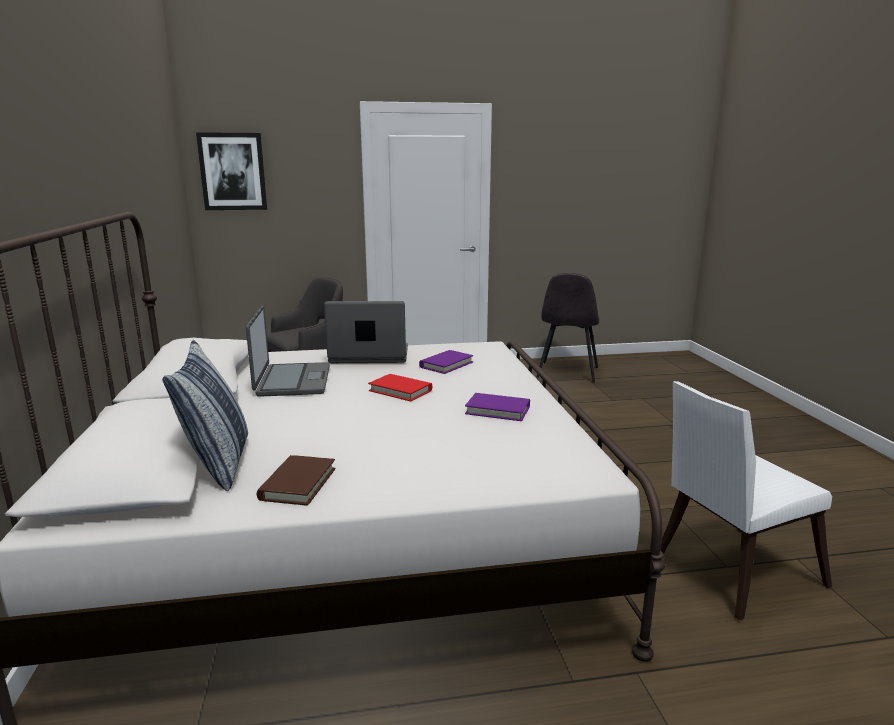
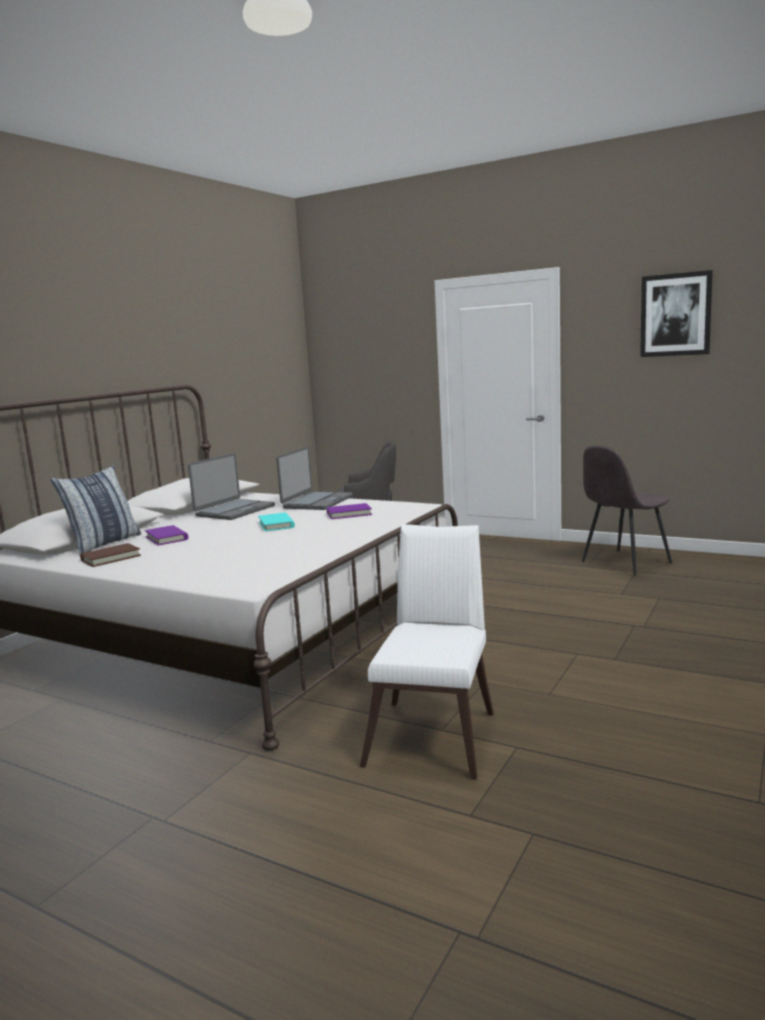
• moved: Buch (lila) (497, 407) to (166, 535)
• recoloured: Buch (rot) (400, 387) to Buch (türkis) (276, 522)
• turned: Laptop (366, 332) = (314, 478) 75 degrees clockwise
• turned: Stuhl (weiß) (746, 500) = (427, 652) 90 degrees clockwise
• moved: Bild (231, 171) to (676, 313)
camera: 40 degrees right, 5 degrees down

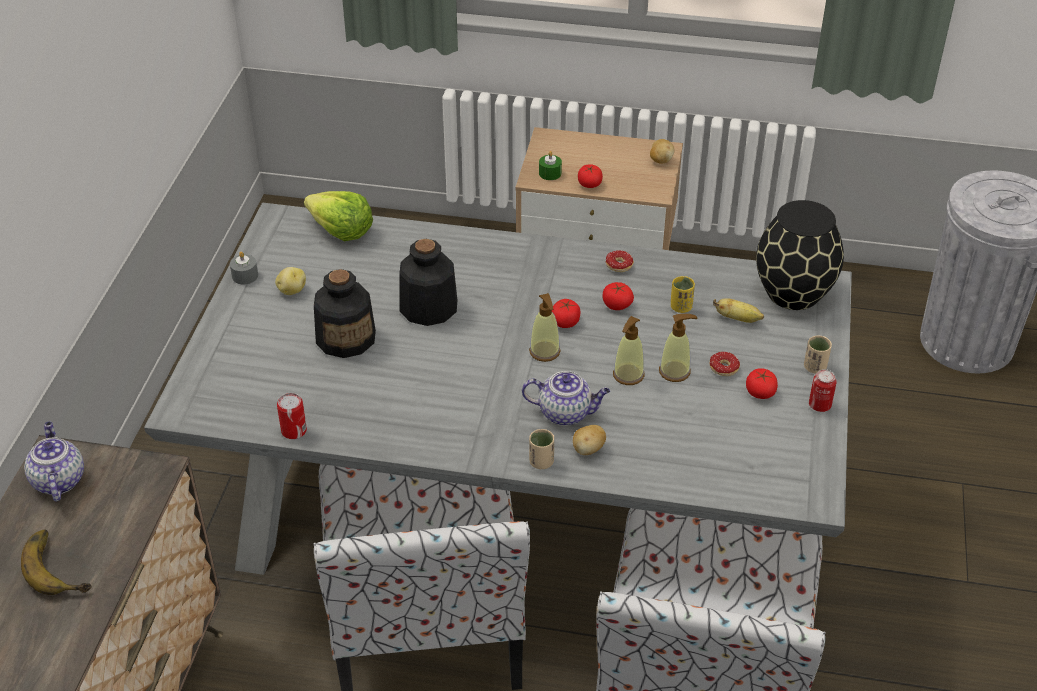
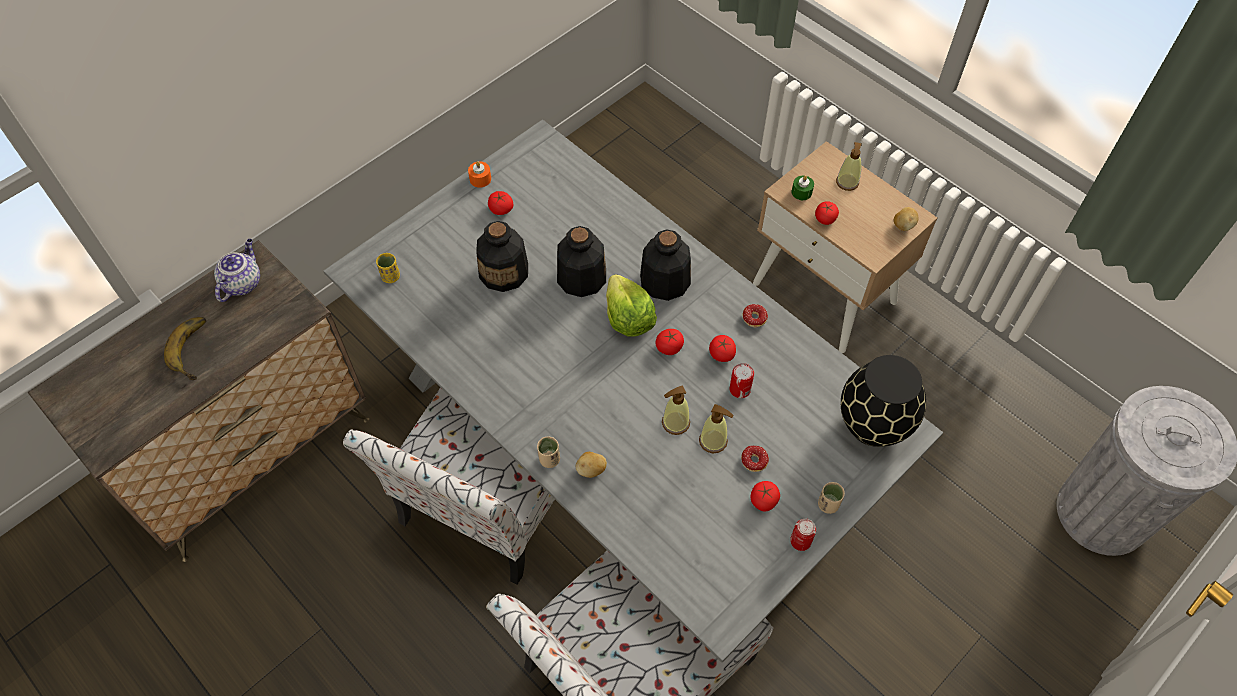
• moved: Tasse (gelb) (683, 294) to (388, 268)
• recoloured: Kerze (grau) (244, 268) to Kerze (orange) (479, 174)
• replaced: Kartoffel (290, 281) to Tomate (500, 203)
• moved: Salatkopf (338, 216) to (631, 305)
• added: Flasche (665, 265)
• moved: Dose (292, 416) to (741, 380)
• moved: Seifenspender (545, 327) to (849, 166)
• removed: Teekanne (566, 398)
• removed: Banane (738, 310)
camera: 35 degrees right, 15 degrees up

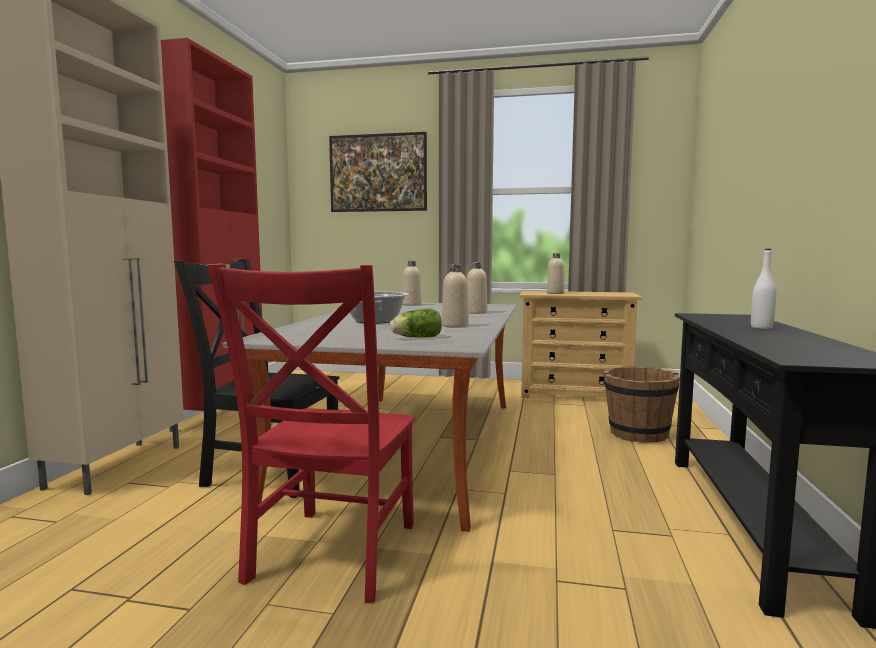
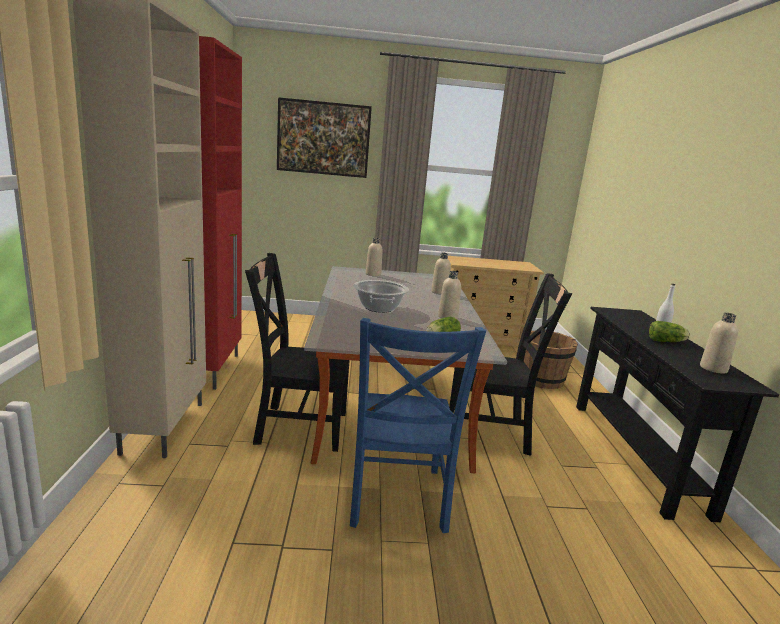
• recoloured: Stuhl (rot) (311, 433) to Stuhl (blau) (418, 425)
• added: Stuhl (schwarz) (510, 365)
• added: Salatkopf (669, 331)
• moved: Flasche (beige) (555, 273) to (719, 343)
camera: 15 degrees left, 10 degrees up

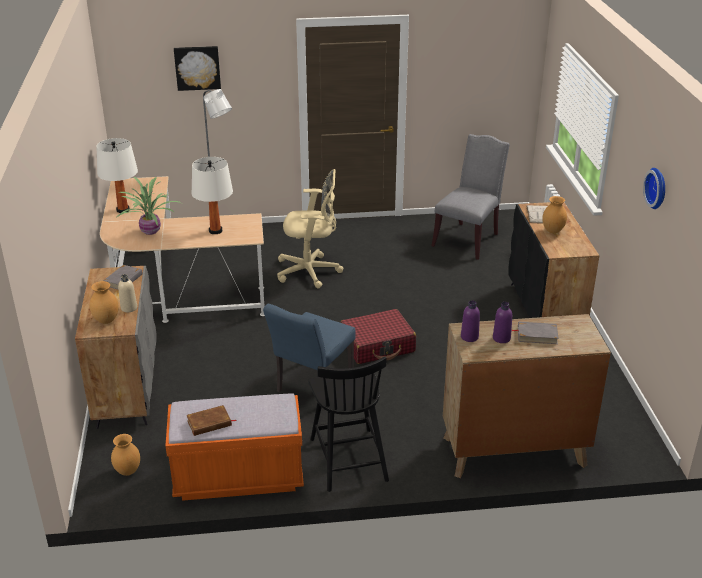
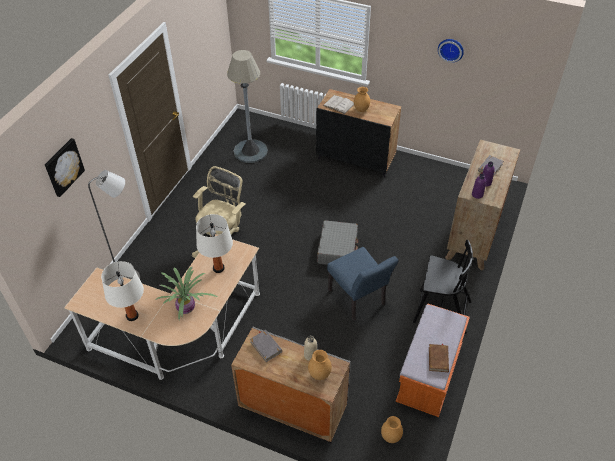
• replaced: Stuhl (grau) (470, 197) to Stehlampe (grau) (247, 106)
• recoloured: Koffer (rot) (378, 336) to Koffer (grau) (337, 242)
camera: 60 degrees left, 15 degrees up

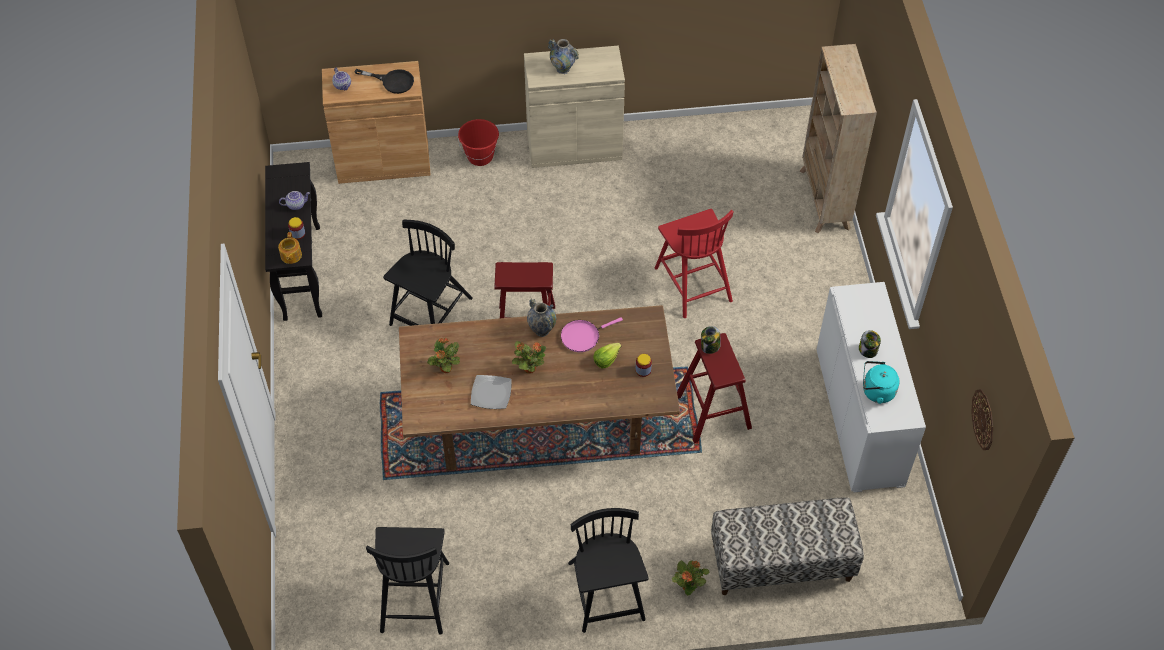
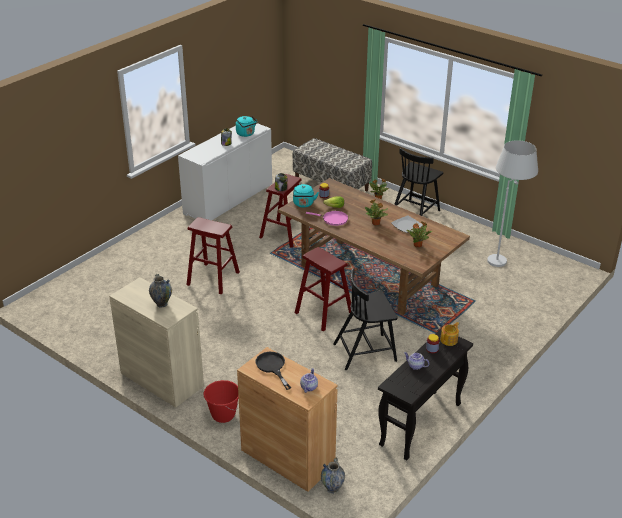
• replaced: Stuhl (rot) (694, 263) to Hocker (rot) (213, 255)
• added: Wasserkessel (türkis) (306, 195)
• moved: Vase (541, 318) to (333, 475)
• replaced: Stuhl (schwarz) (407, 580) to Stehlampe (weiß) (512, 203)
• removed: Bücherregal (beige) (838, 138)
• removed: Wanduhr (982, 419)
camera: 135 degrees left, 20 degrees down

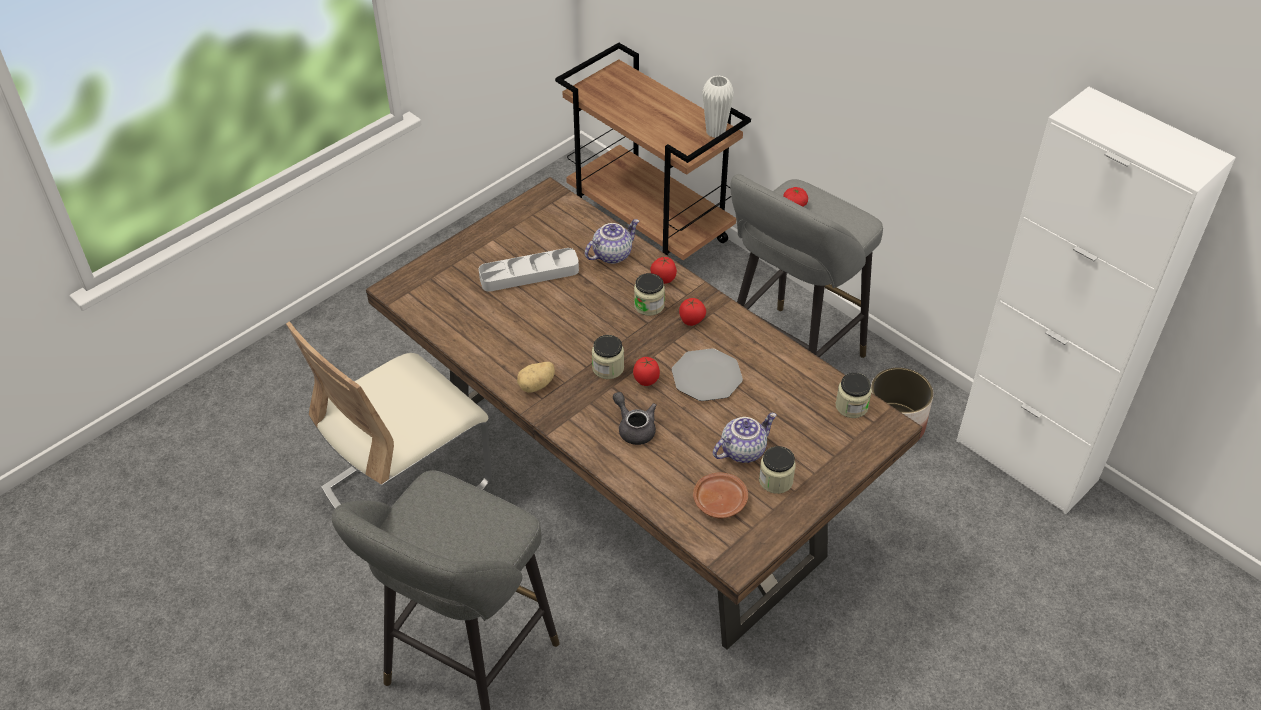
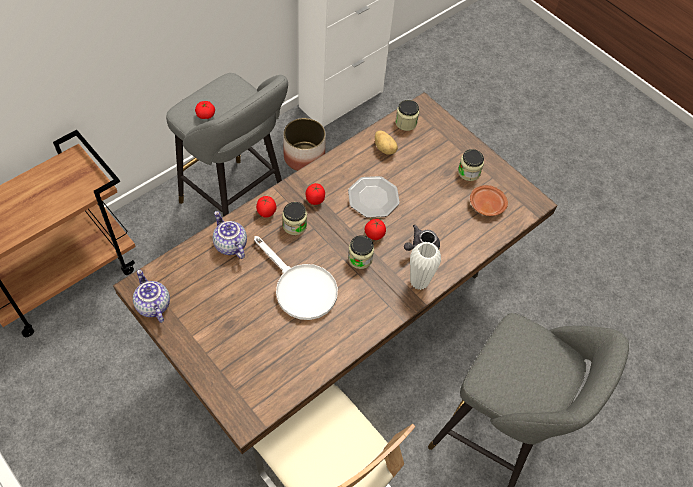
• moved: Teekanne (745, 438) to (151, 296)
• added: Pfanne (weiß) (296, 278)
• moved: Kartoffel (536, 377) to (386, 143)
• moved: Vase (weiß) (718, 106) to (425, 266)
• removed: Tablett (grau) (529, 270)
camera: 90 degrees left, 10 degrees up

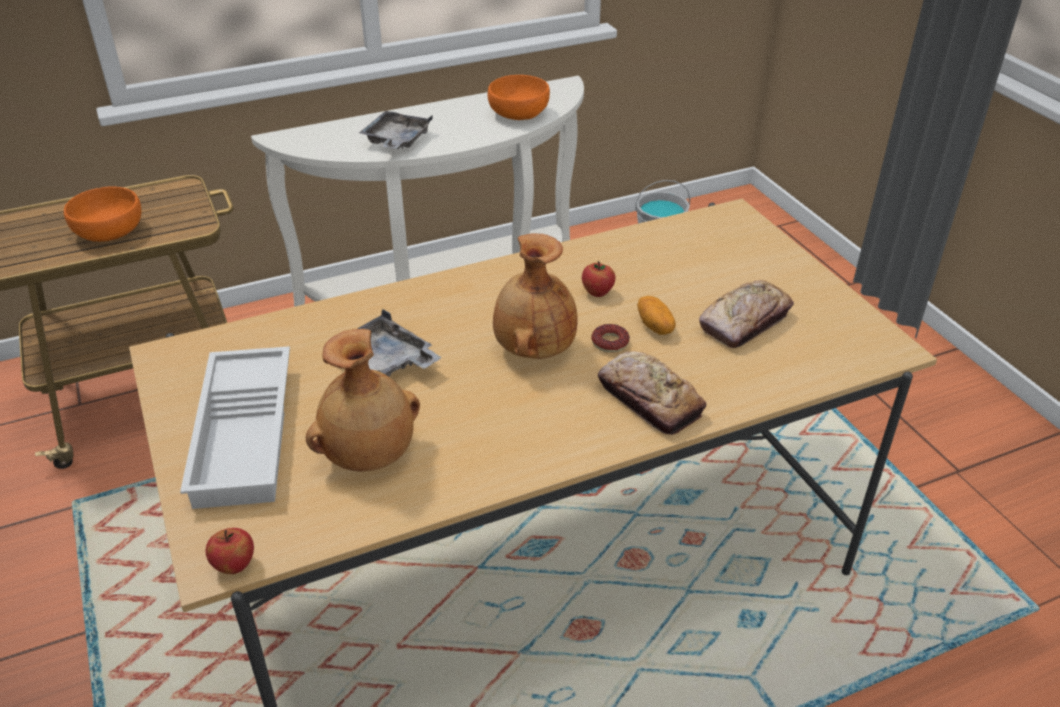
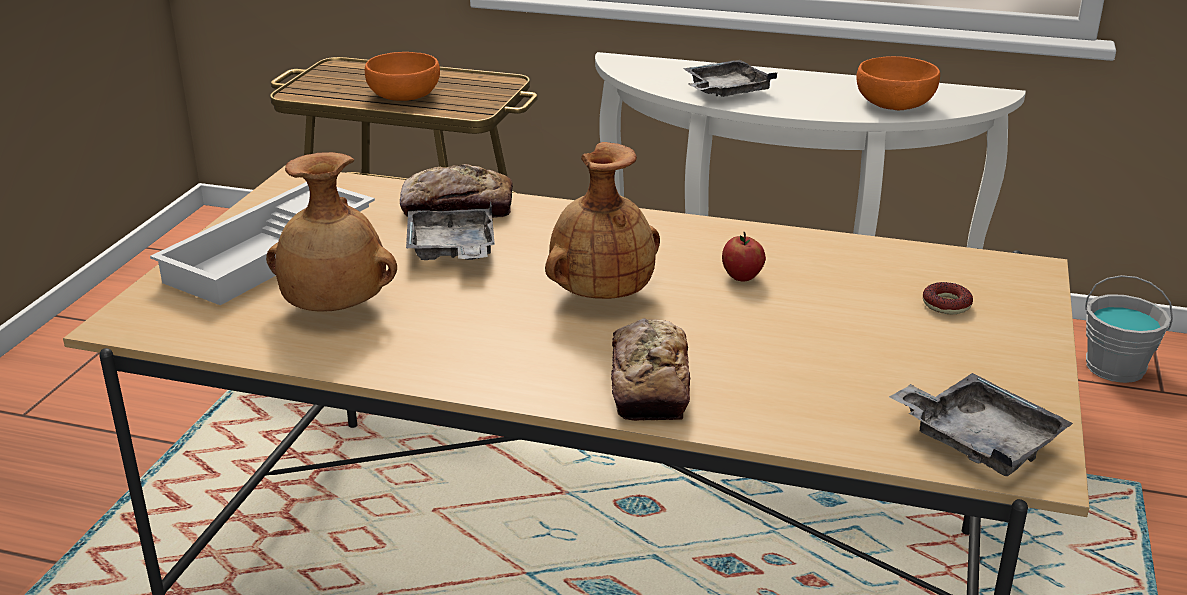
• moved: Brot (746, 314) to (456, 191)
• added: Tablett (grau) (981, 424)
• moved: Donut (611, 338) to (948, 298)
• removed: Apfel (230, 551)
• removed: Kartoffel (656, 315)
camera: 40 degrees right, 10 degrees down

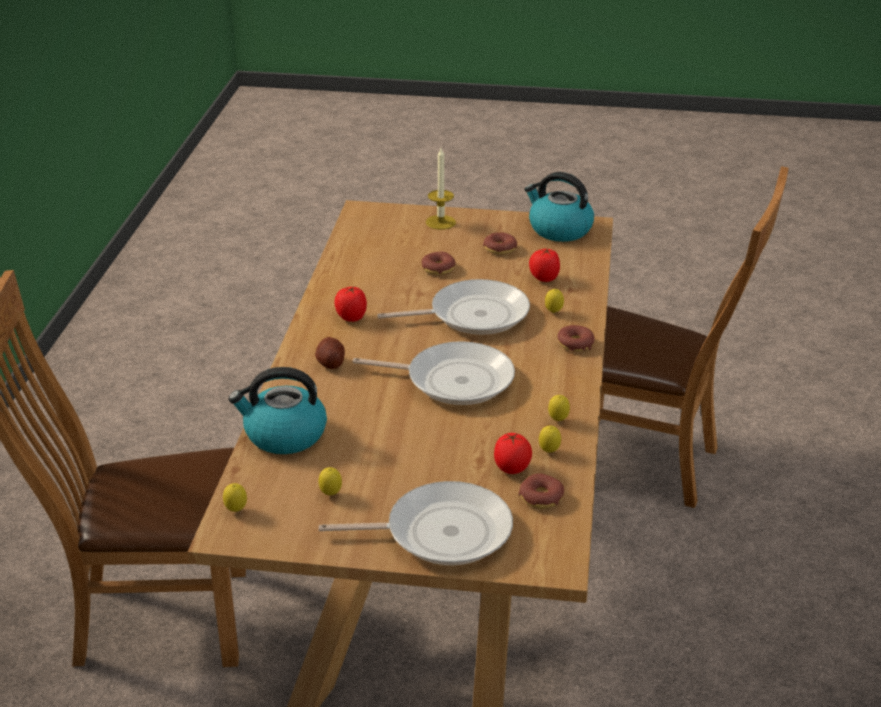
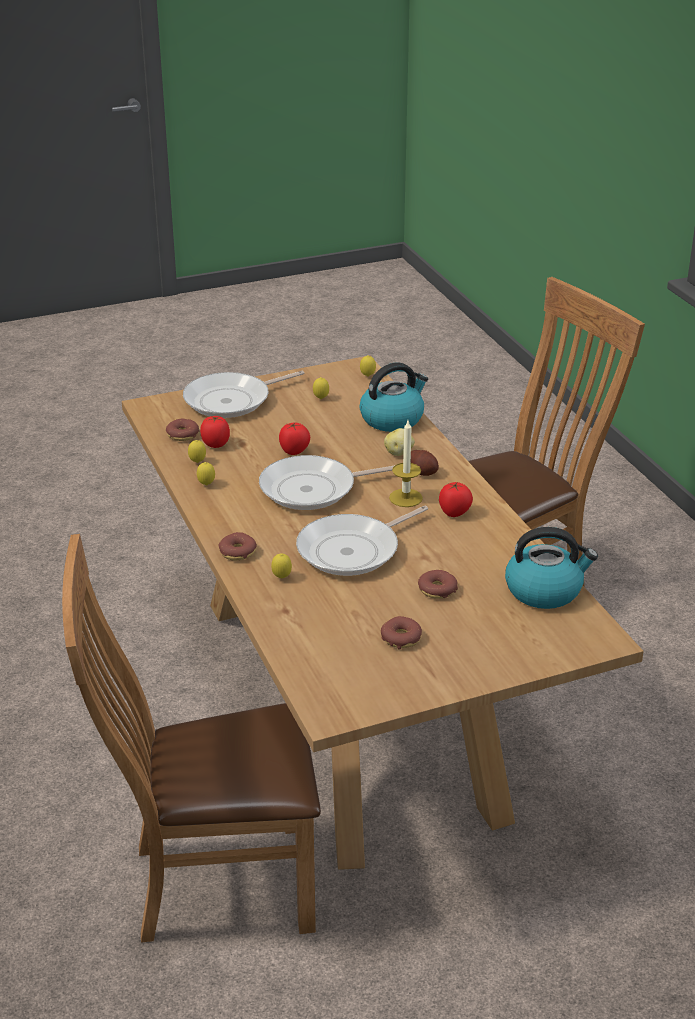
• moved: Tomate (544, 265) to (294, 438)
• added: Kartoffel (399, 442)
• moved: Kerze (441, 189) to (406, 463)
• moved: Wasserkessel (559, 207) to (551, 568)
camera: 150 degrees right, 0 degrees up

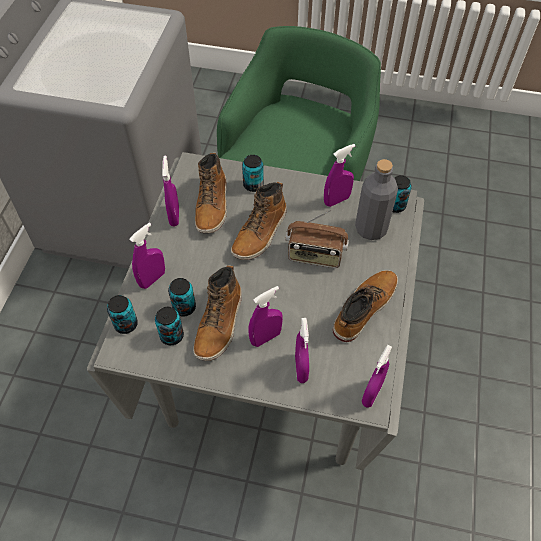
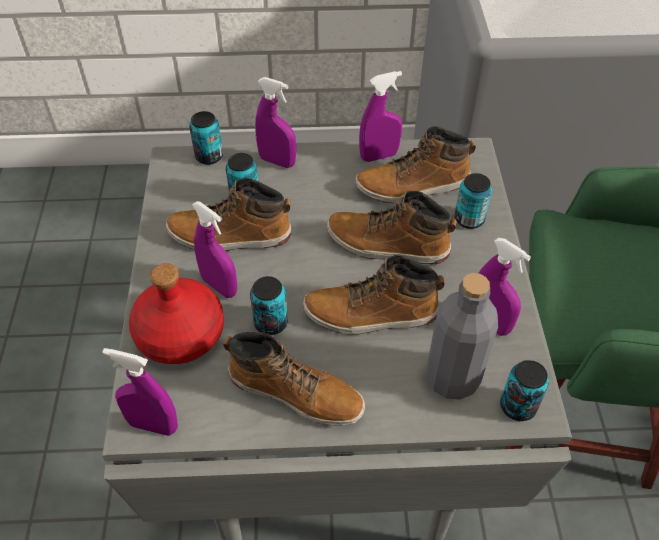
• replaced: Sprühflasche (lila) (302, 350) to Flasche (rot) (176, 313)
• moved: Dose (169, 326) to (269, 305)
• replaced: Radio (317, 239) to Stiefel (373, 295)
camera: 75 degrees right, 5 degrees down

